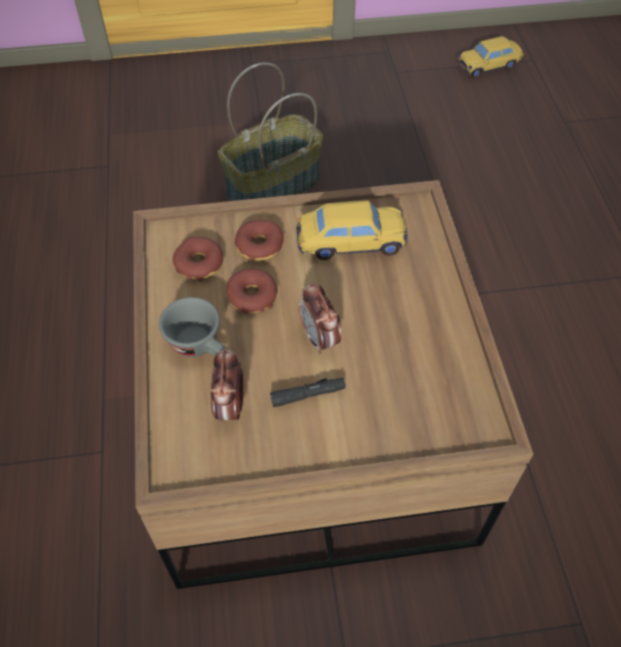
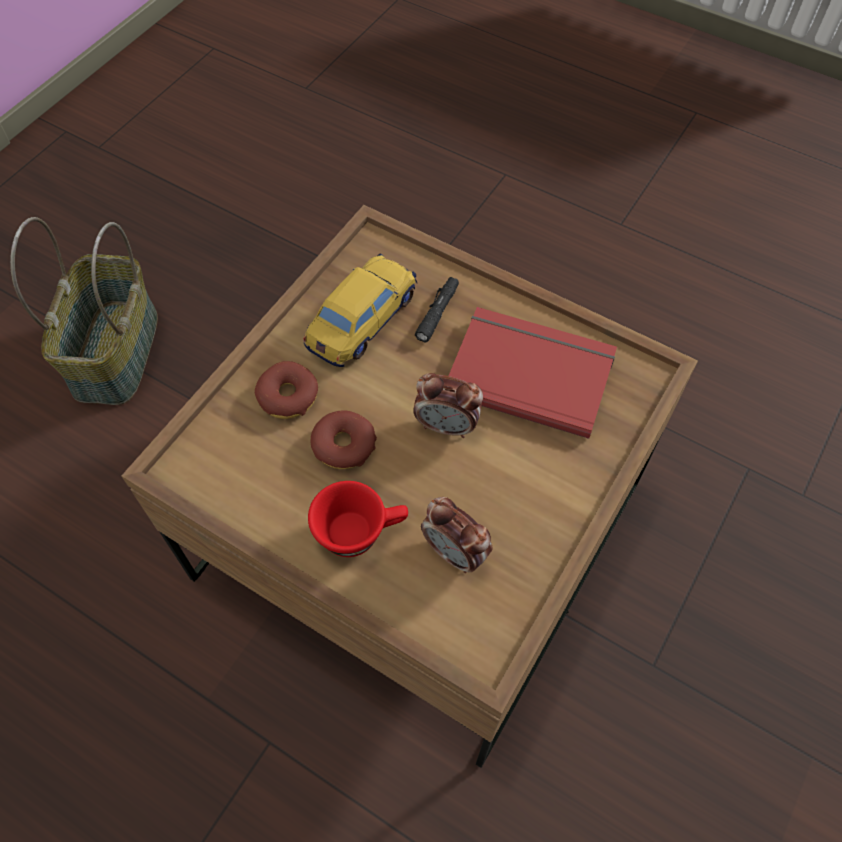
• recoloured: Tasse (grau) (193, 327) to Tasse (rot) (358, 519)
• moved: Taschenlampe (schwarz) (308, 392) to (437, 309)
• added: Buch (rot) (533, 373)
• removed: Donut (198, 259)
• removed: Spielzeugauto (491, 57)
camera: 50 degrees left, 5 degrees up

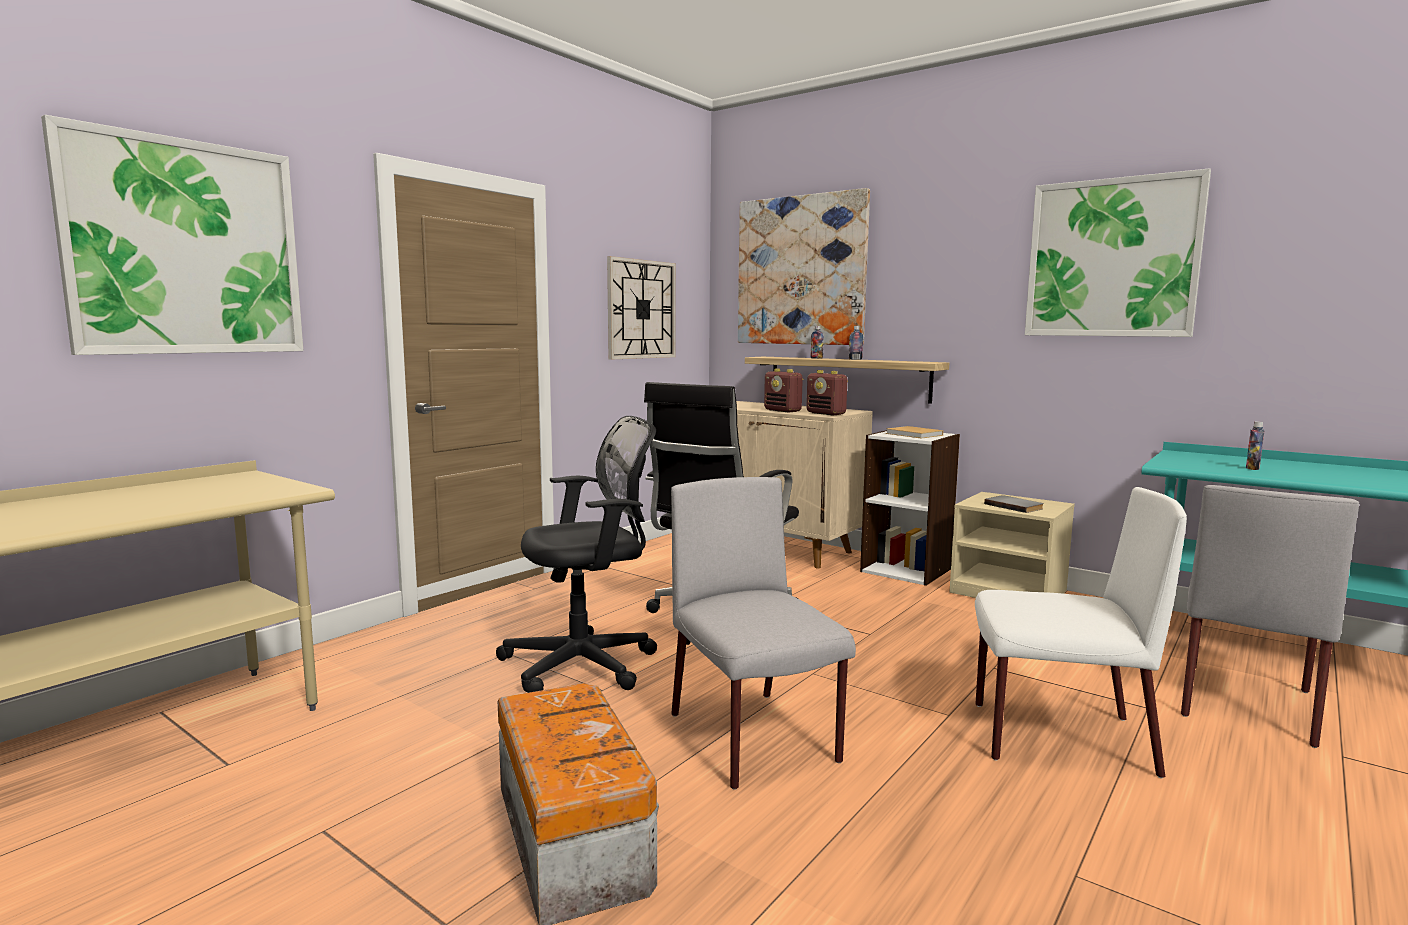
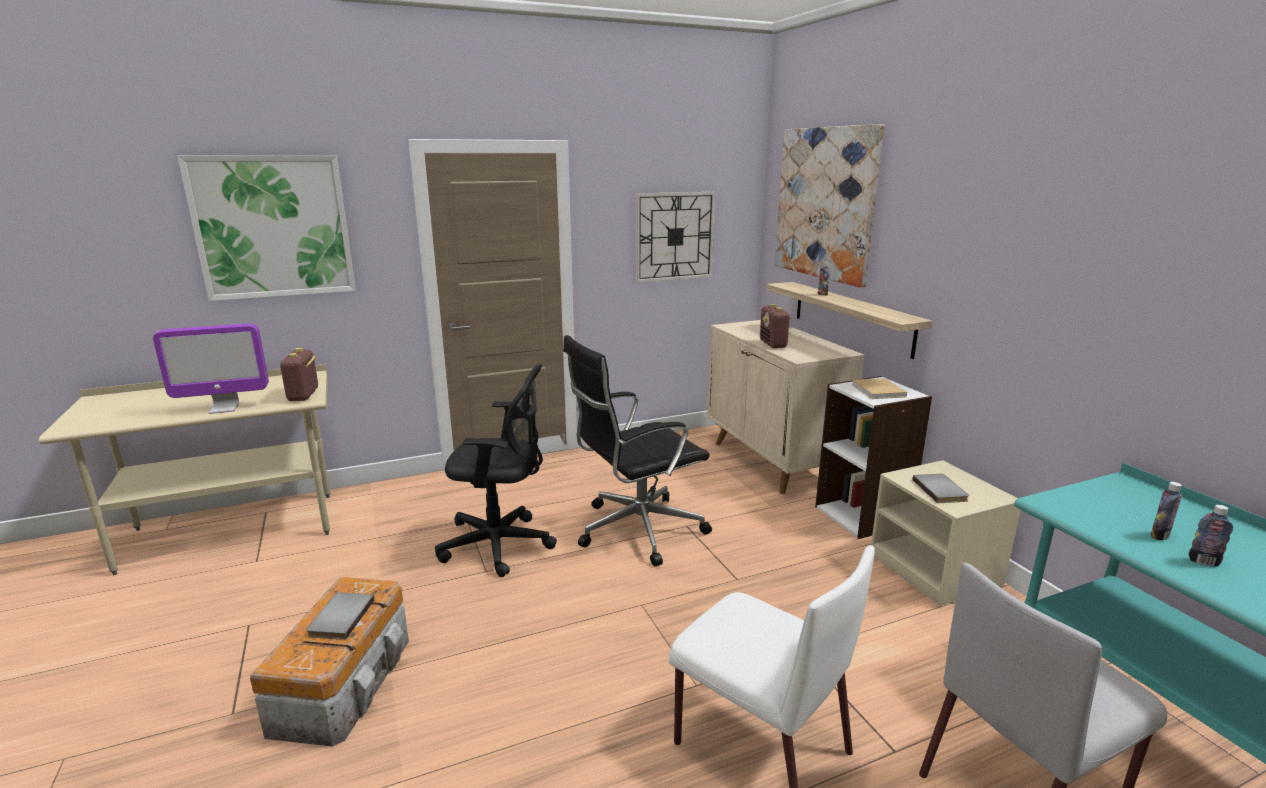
• added: Monitor (211, 369)
• moved: Radio (827, 392) to (299, 374)
• added: Buch (grau) (340, 616)
• moved: Flasche (856, 343) to (1211, 536)
• removed: Stuhl (grau) (763, 633)
• removed: Bild (1118, 252)
camera: 30 degrees right, 10 degrees up

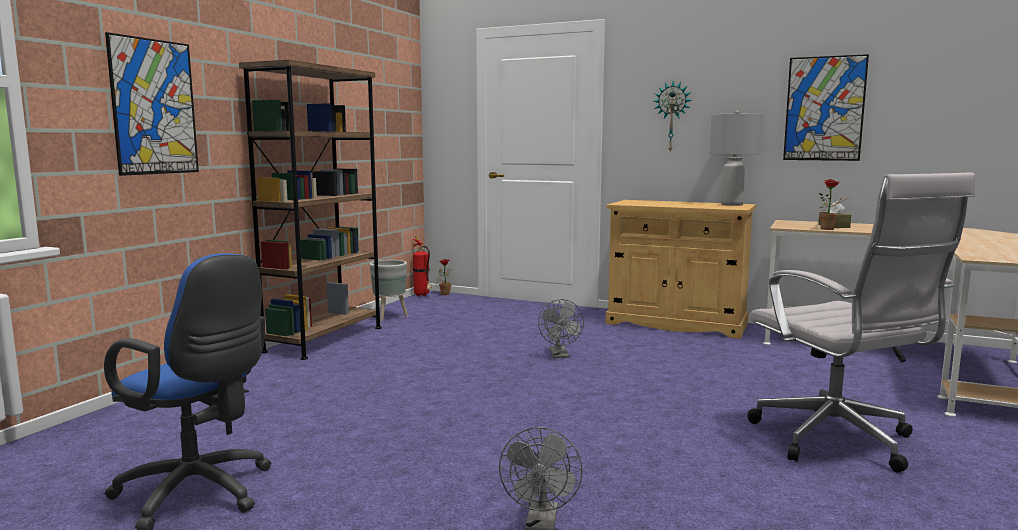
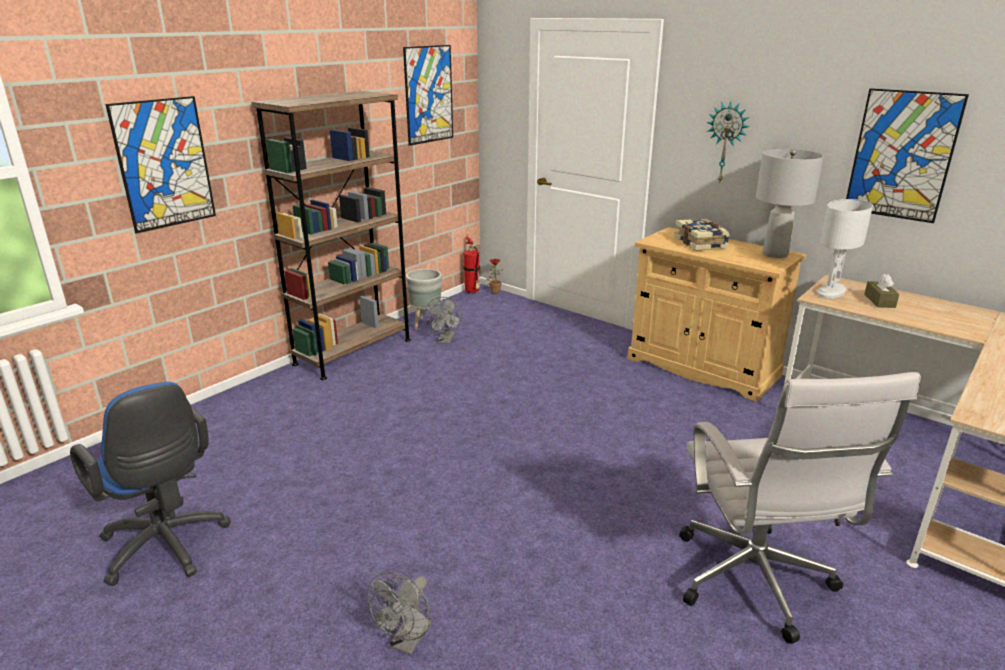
• added: Bild (428, 95)
• moved: Ventilator (grau) (561, 328) to (443, 320)
• added: Buch (702, 234)
• added: Tischlampe (weiß) (845, 249)
• removed: Topfpflanze (834, 204)
camera: 15 degrees right, 15 degrees up

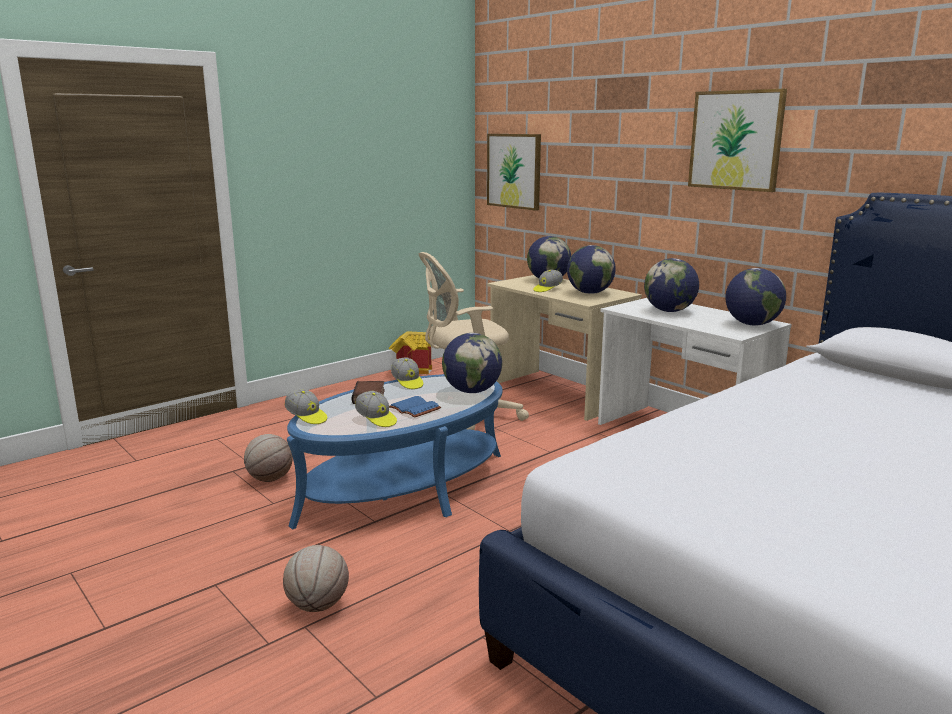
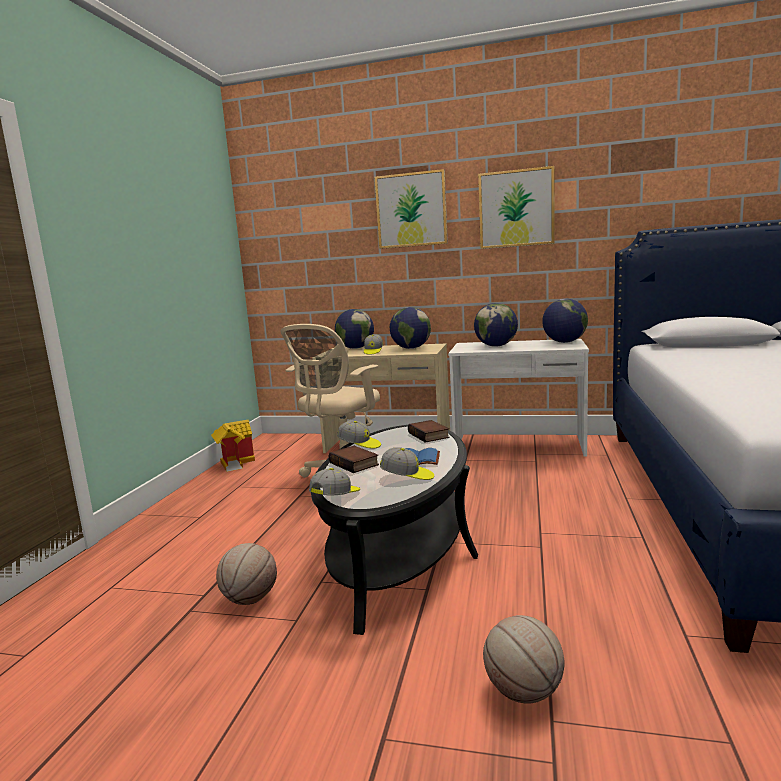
• turned: Kappe (305, 406) = (334, 482) 60 degrees counterclockwise
• recoloured: Couchtisch (blau) (395, 452) to Couchtisch (schwarz) (394, 530)
• moved: Bild (514, 172) to (411, 209)
• replaced: Globus (472, 363) to Buch (429, 431)
camera: 35 degrees left, 5 degrees down

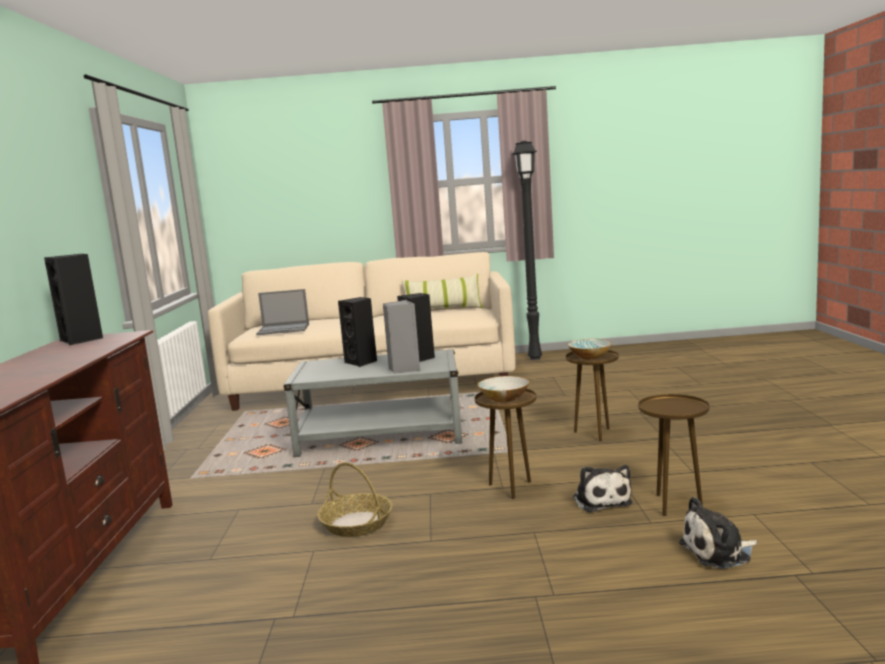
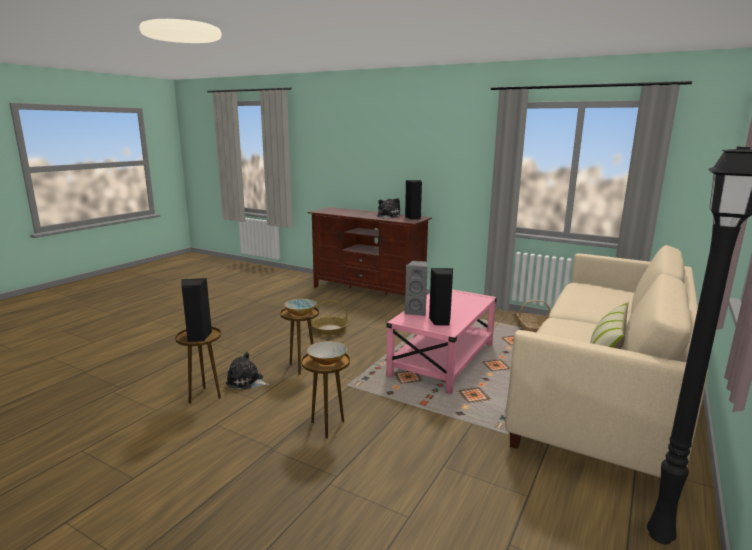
• moved: Lautsprecher (schwarz) (357, 332) to (196, 310)
• moved: Plüschtier (718, 533) to (388, 208)
• recoloured: Couchtisch (grau) (373, 403) to Couchtisch (rosa) (441, 342)
• added: Korb (533, 316)
• removed: Laptop (282, 312)
camera: 120 degrees right, 5 degrees up

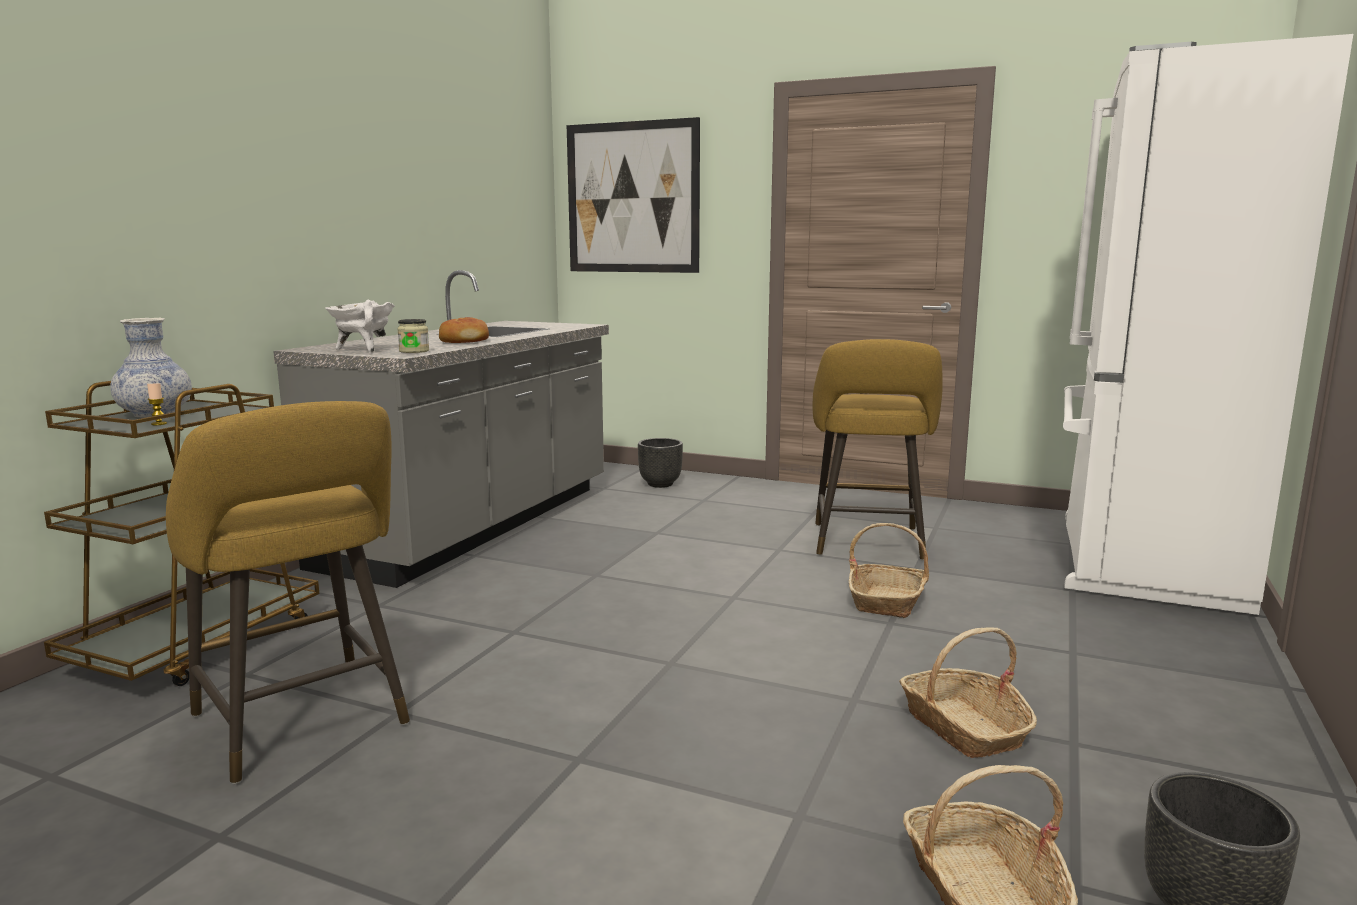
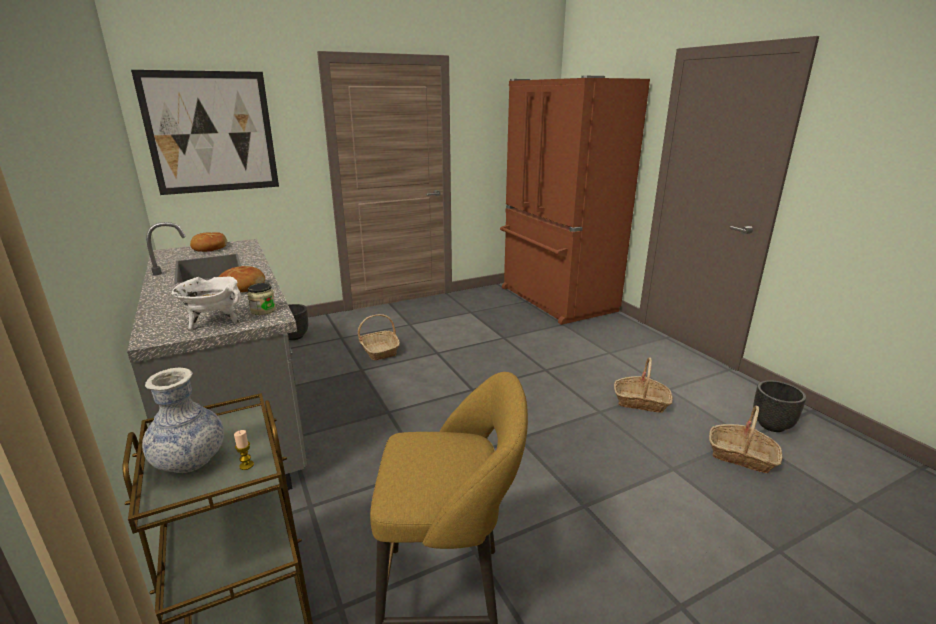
• added: Brot (208, 242)
• moved: Korb (889, 570) to (379, 337)
• recoloured: Kühlschrank (weiß) (1208, 324) to Kühlschrank (braun) (575, 200)
• removed: Hocker (gelb) (878, 449)
camera: 50 degrees left, 10 degrees up

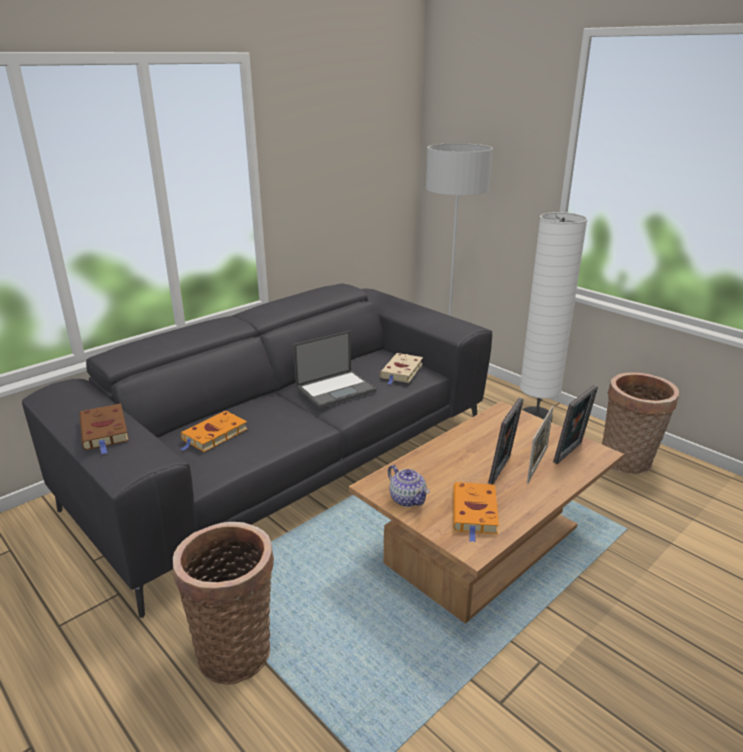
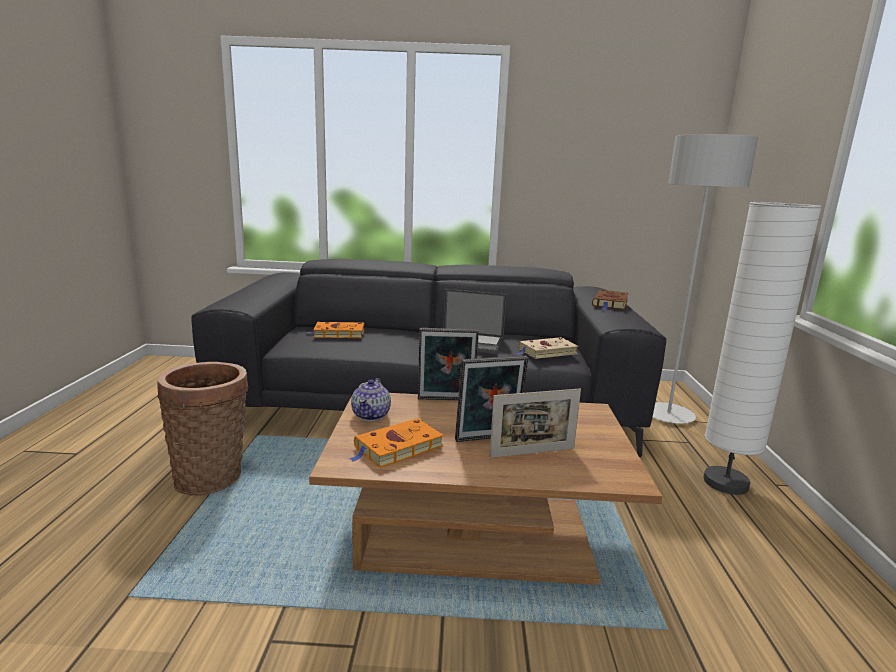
• moved: Bilderrahmen (575, 424) to (448, 364)
• moved: Buch (braun) (104, 428) to (610, 300)
• removed: Korb (640, 423)
camera: 45 degrees right, 10 degrees down

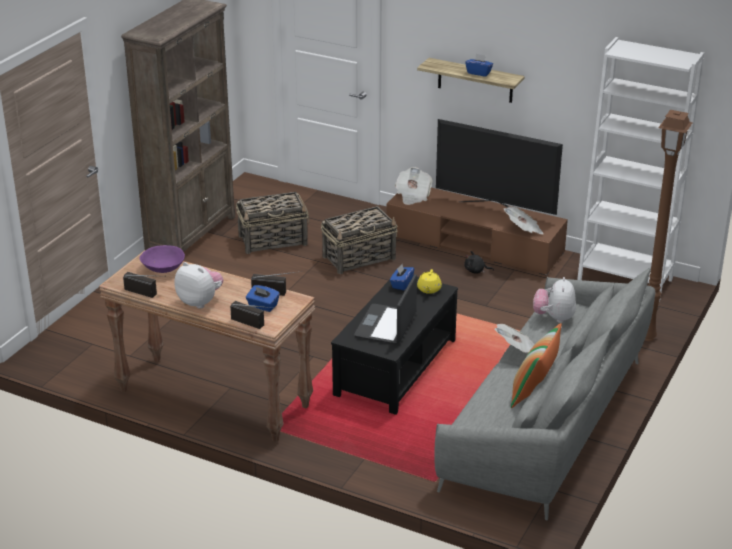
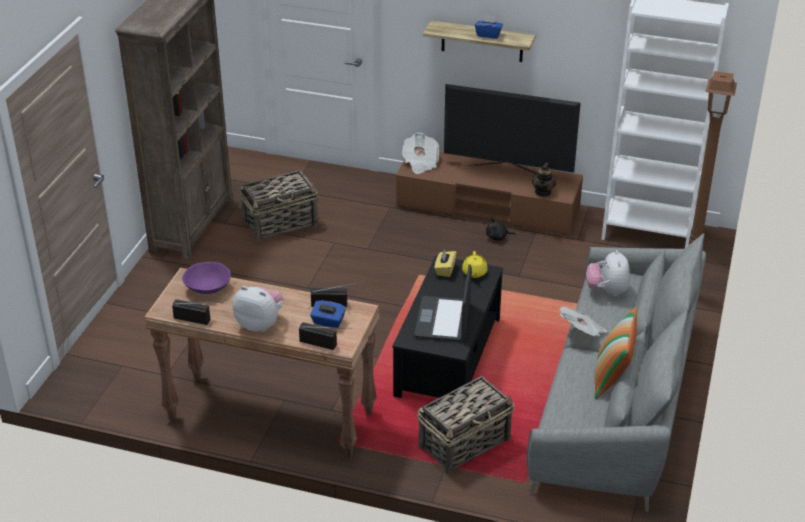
• moved: Korb (359, 240) to (465, 425)
• recoloured: Taschentuchbox (blau) (402, 277) to Taschentuchbox (gelb) (445, 263)
• replaced: Zeitung (524, 221) to Teekanne (544, 180)
camera: 10 degrees left, 5 degrees up

